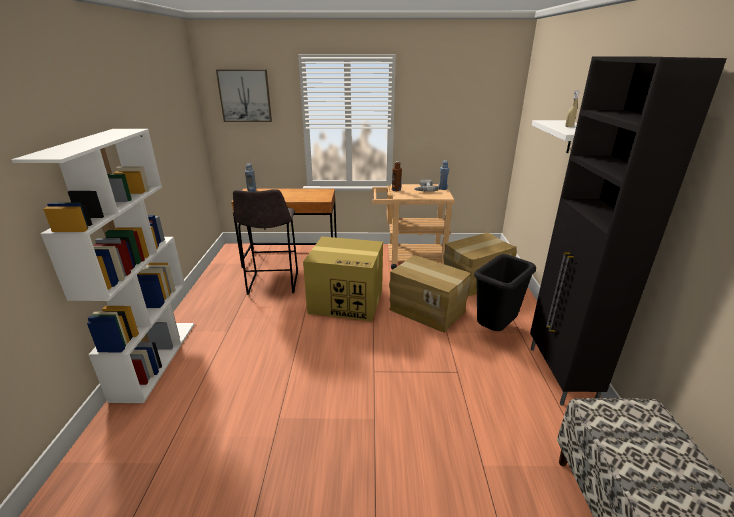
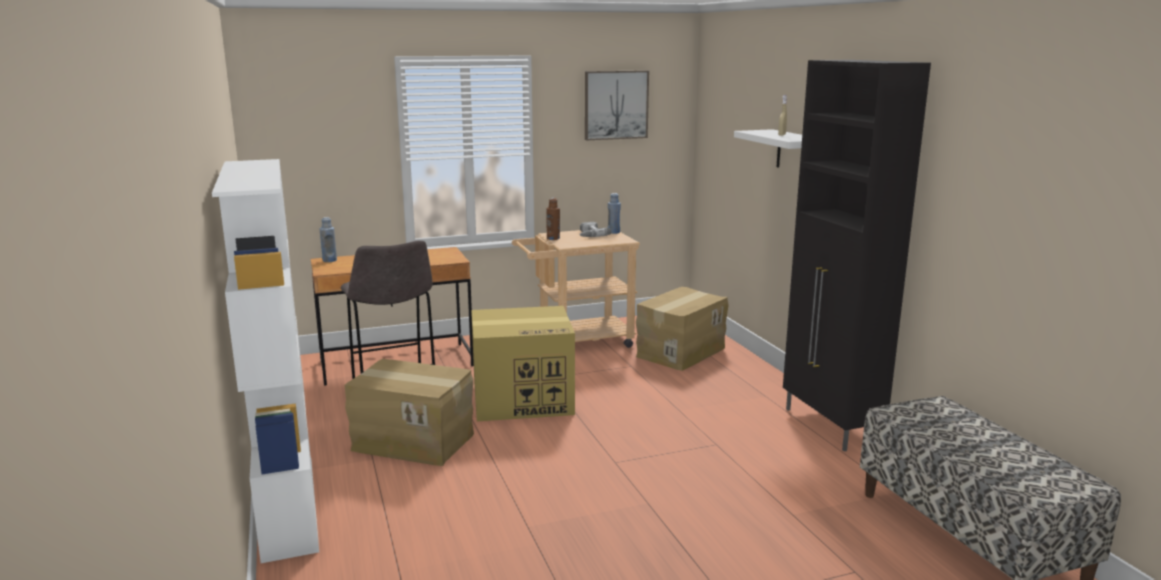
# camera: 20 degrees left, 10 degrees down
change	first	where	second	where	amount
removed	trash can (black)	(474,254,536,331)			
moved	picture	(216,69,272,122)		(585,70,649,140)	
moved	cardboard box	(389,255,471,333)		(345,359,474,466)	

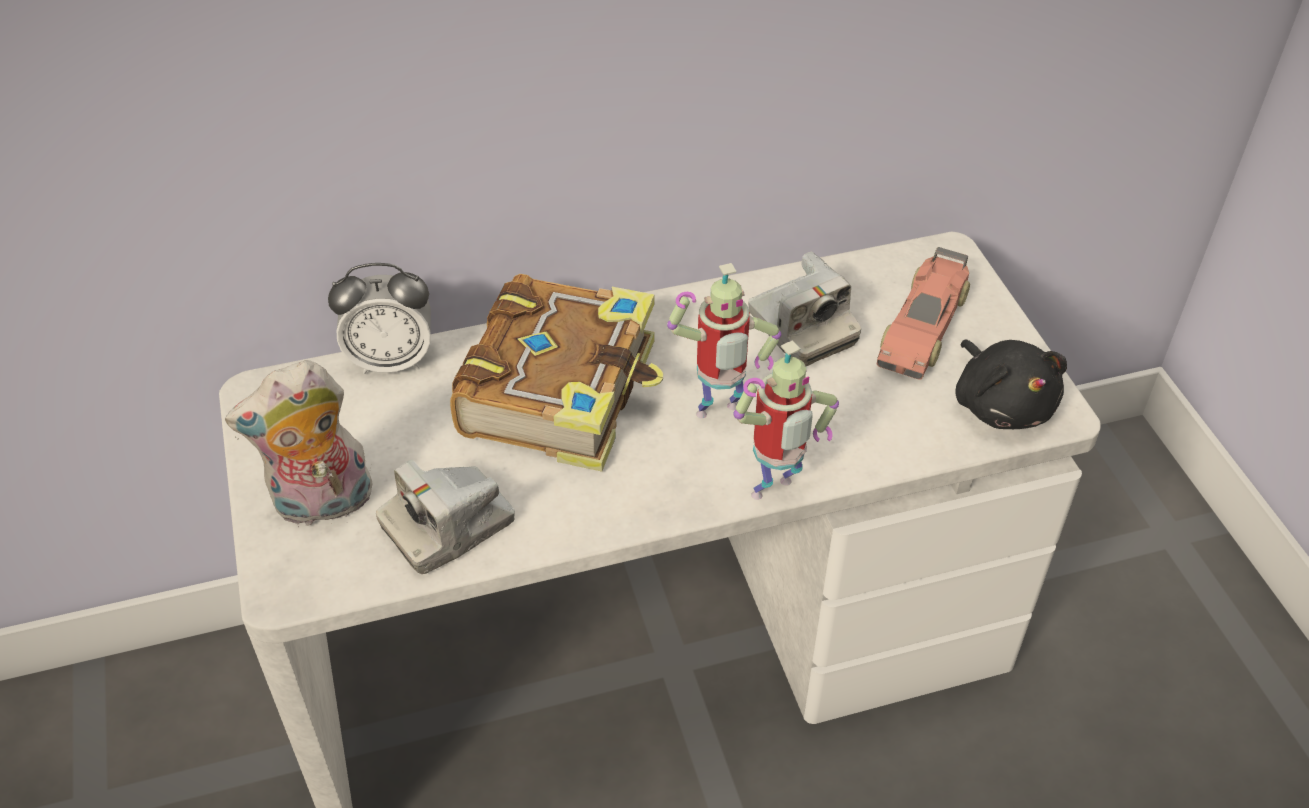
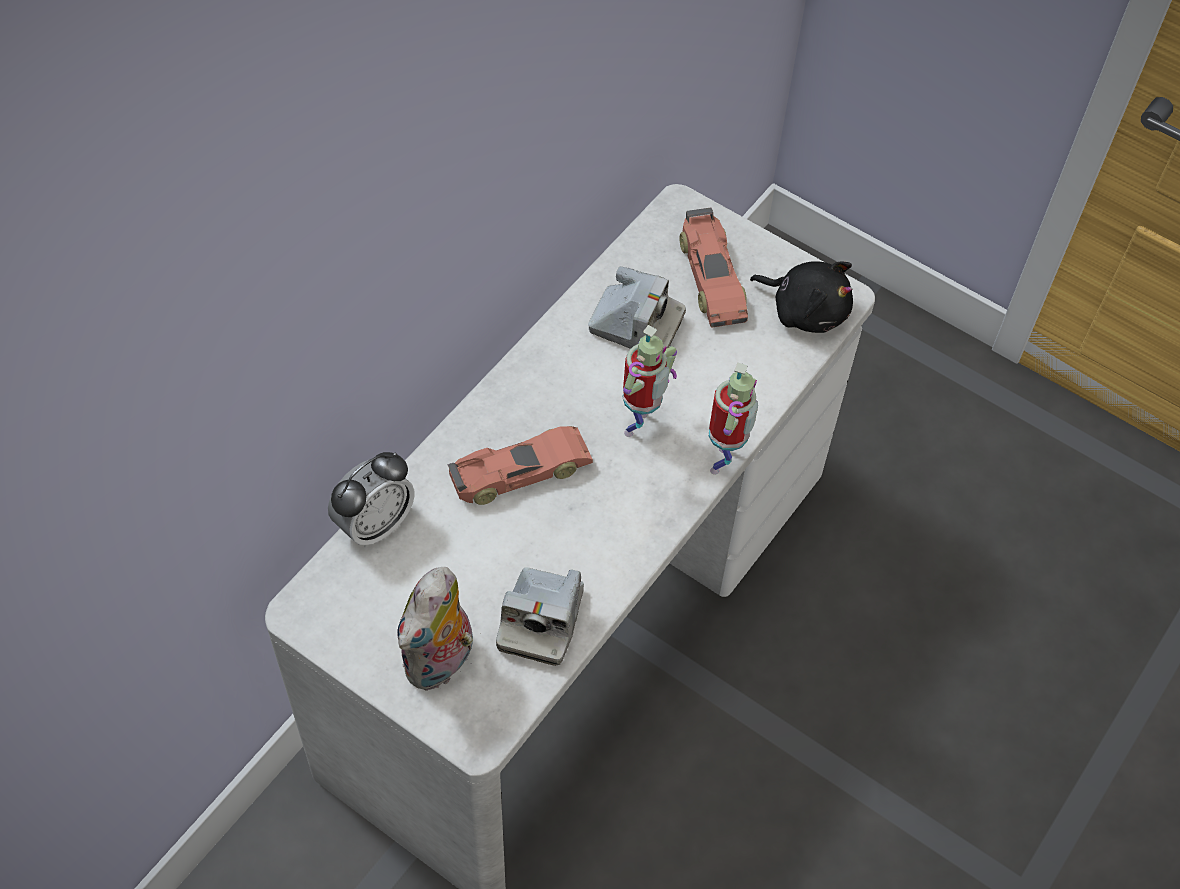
# camera: 40 degrees left, 10 degrees up
change	first	where	second	where	amount
replaced	book	(450,274,663,472)	toy car	(447,426,593,505)	

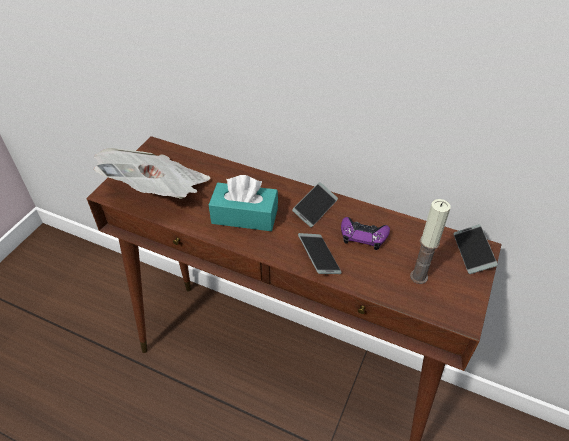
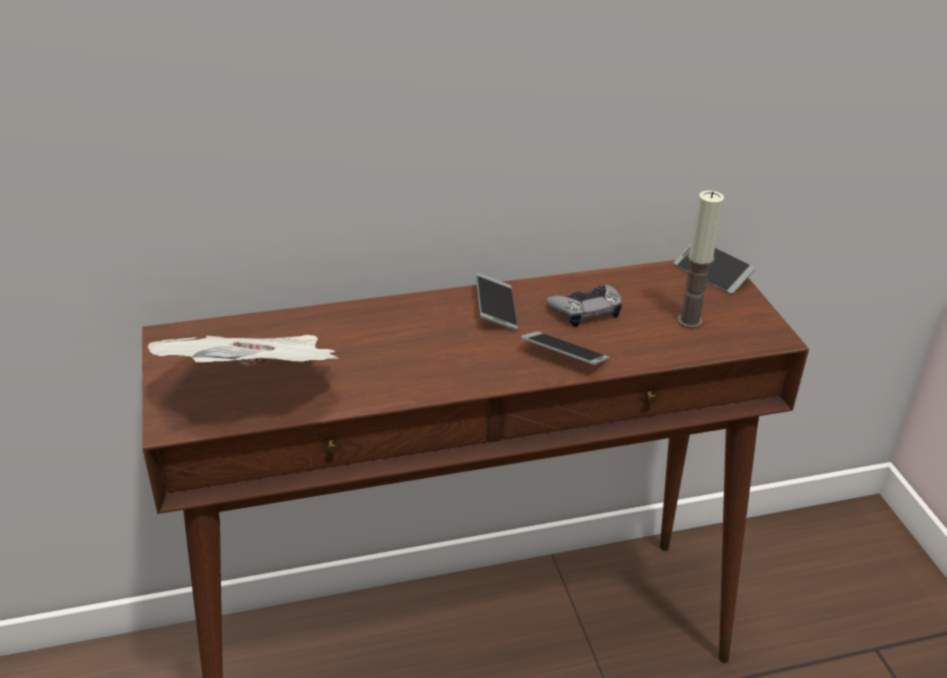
# camera: 40 degrees left, 10 degrees down
change	first	where	second	where	amount
removed	tissue box (turquoise)	(209,175,278,231)			
recoloured	game controller (purple)	(341,217,390,250)	game controller (grey)	(547,285,622,327)	

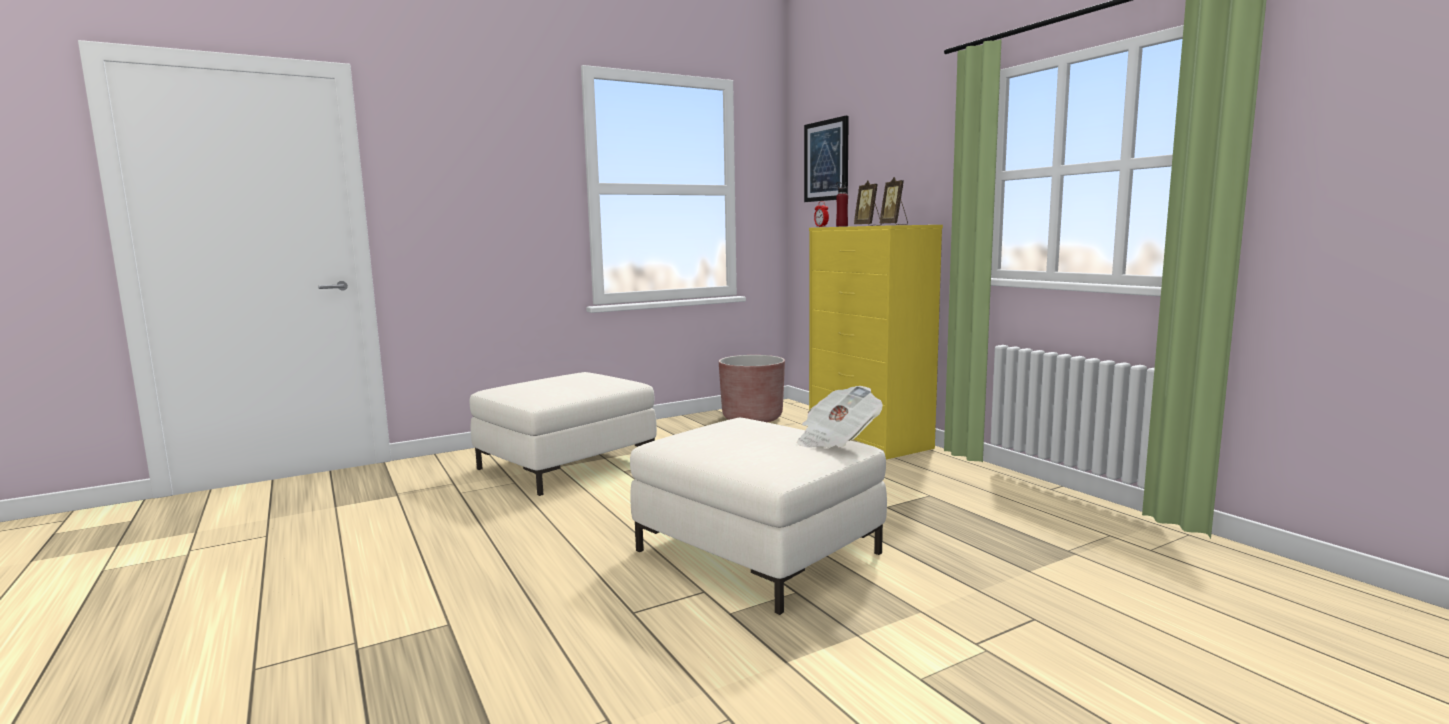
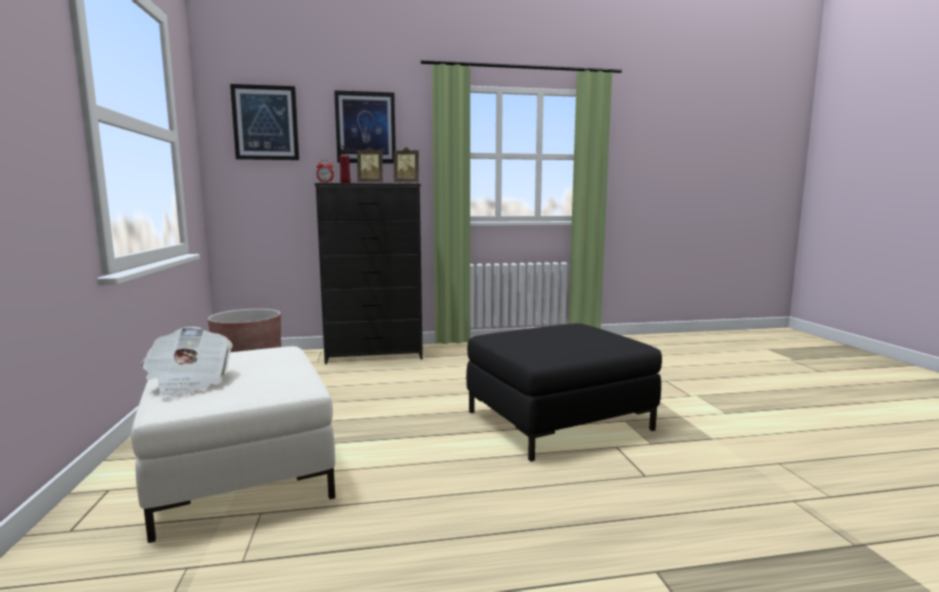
# camera: 70 degrees left, 0 degrees up
change	first	where	second	where	amount
added			picture	(334,90,396,164)	
moved	newspaper	(797,386,883,448)		(141,327,233,398)	
recoloured	ottoman (white)	(630,418,887,615)	ottoman (black)	(466,323,662,462)	
recoloured	dresser (yellow)	(809,225,943,460)	dresser (black)	(315,183,423,364)	

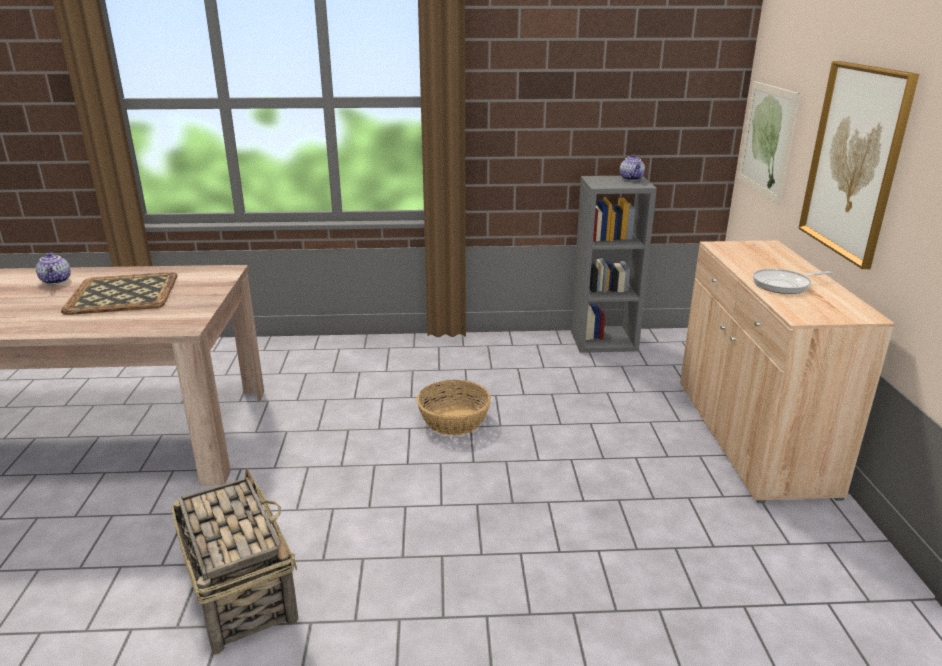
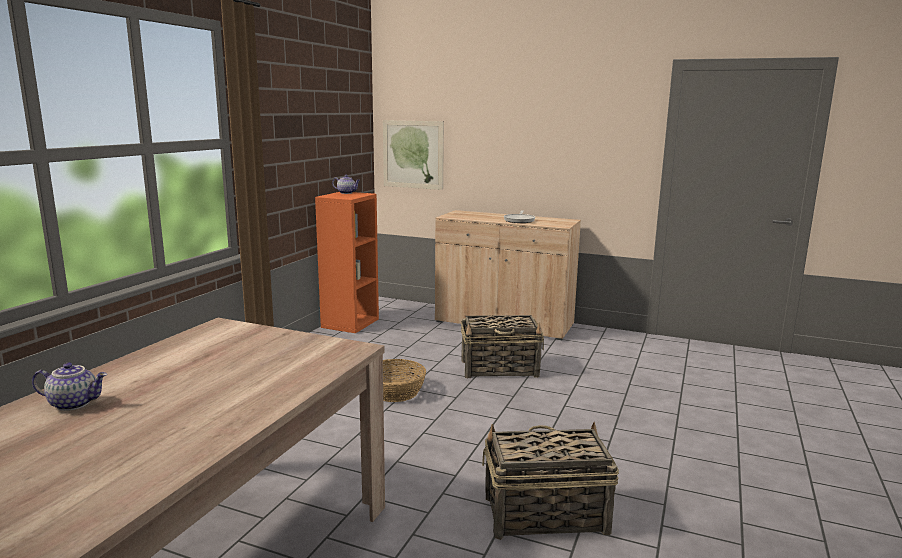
# camera: 65 degrees left, 10 degrees down
change	first	where	second	where	amount
removed	tray	(61,272,177,315)			
removed	picture	(798,61,919,269)			
added			basket	(461,315,544,378)	
recoloured	bookcase (grey)	(571,176,657,353)	bookcase (orange)	(315,192,379,333)	

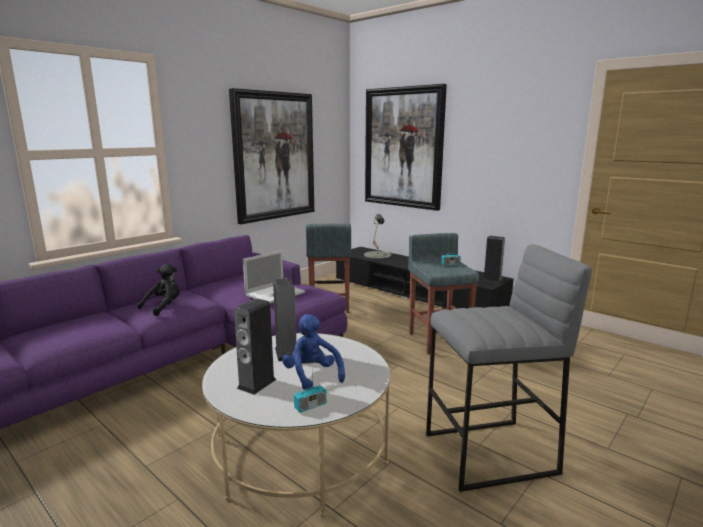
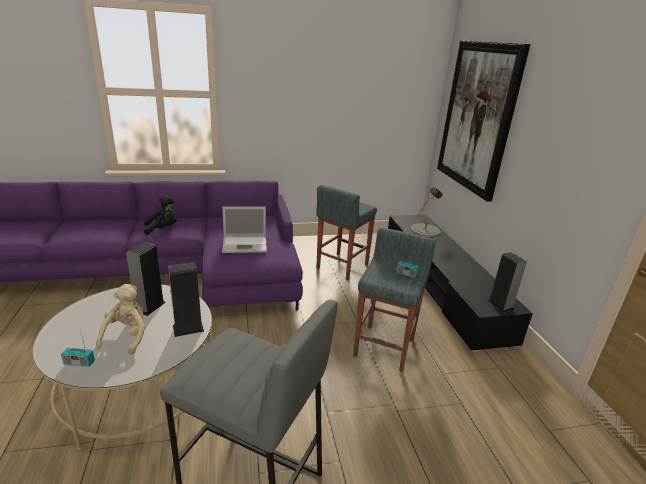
# camera: 35 degrees right, 10 degrees up
change	first	where	second	where	amount
removed	picture	(229,88,314,224)			
moved	speaker	(234,298,276,395)		(168,262,204,337)	
recoloured	plush toy (blue)	(282,314,345,390)	plush toy (beige)	(96,284,145,355)	

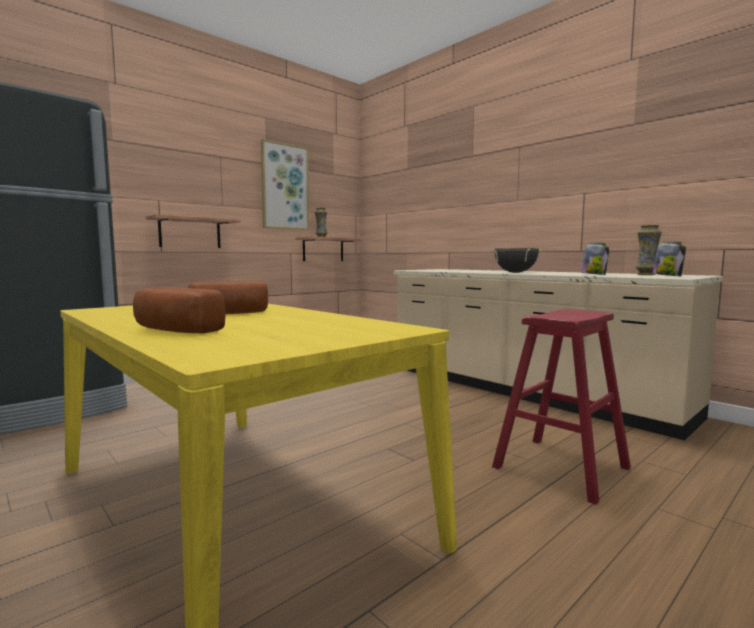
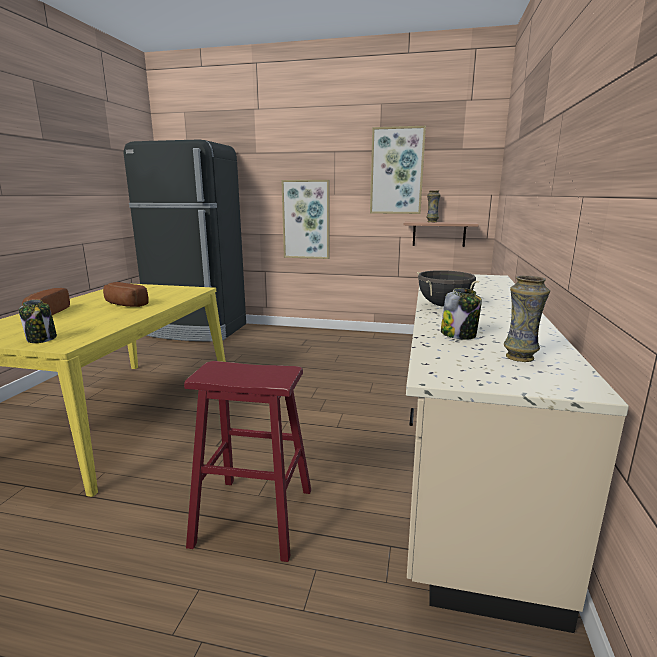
# camera: 55 degrees right, 10 degrees up
change	first	where	second	where	amount
moved	jar	(653,241,686,276)		(19,300,57,343)	
replaced	shelf	(146,214,241,248)	picture	(281,180,330,259)	

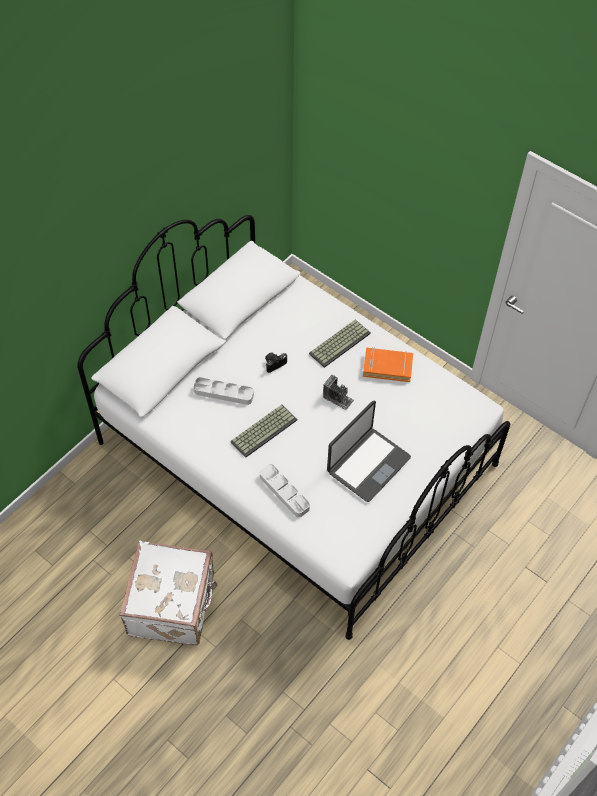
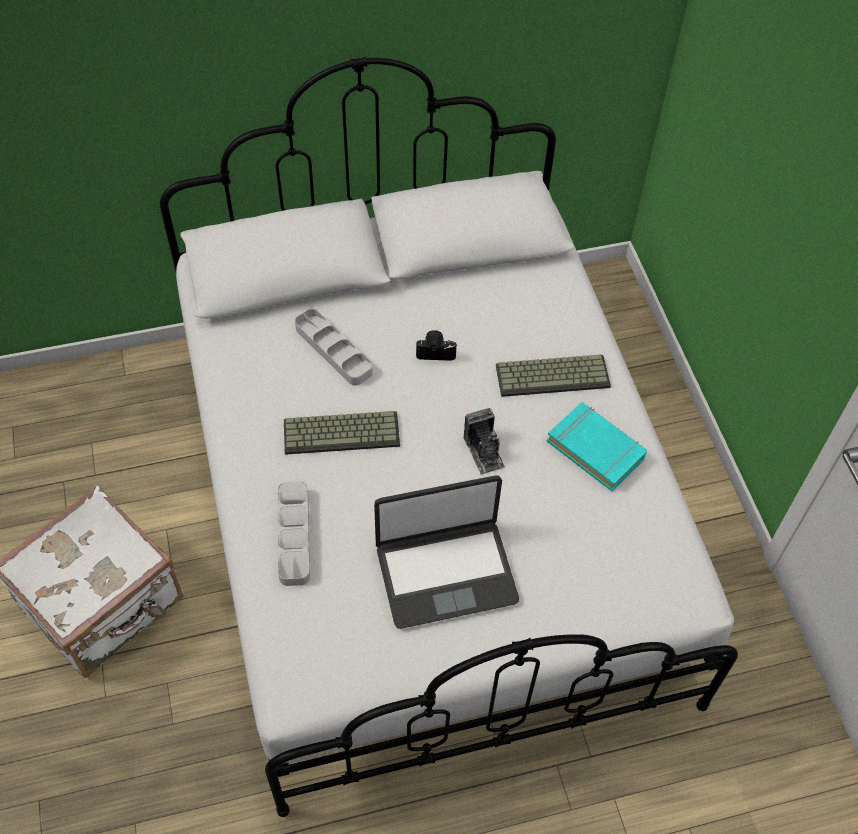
# camera: 35 degrees right, 0 degrees up
change	first	where	second	where	amount
recoloured	book (orange)	(363,347,413,382)	book (turquoise)	(547,402,647,492)	

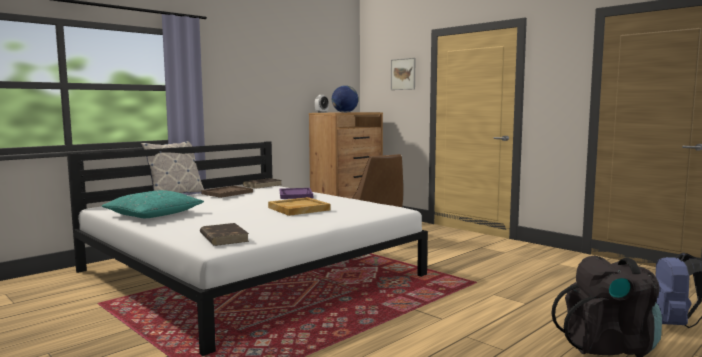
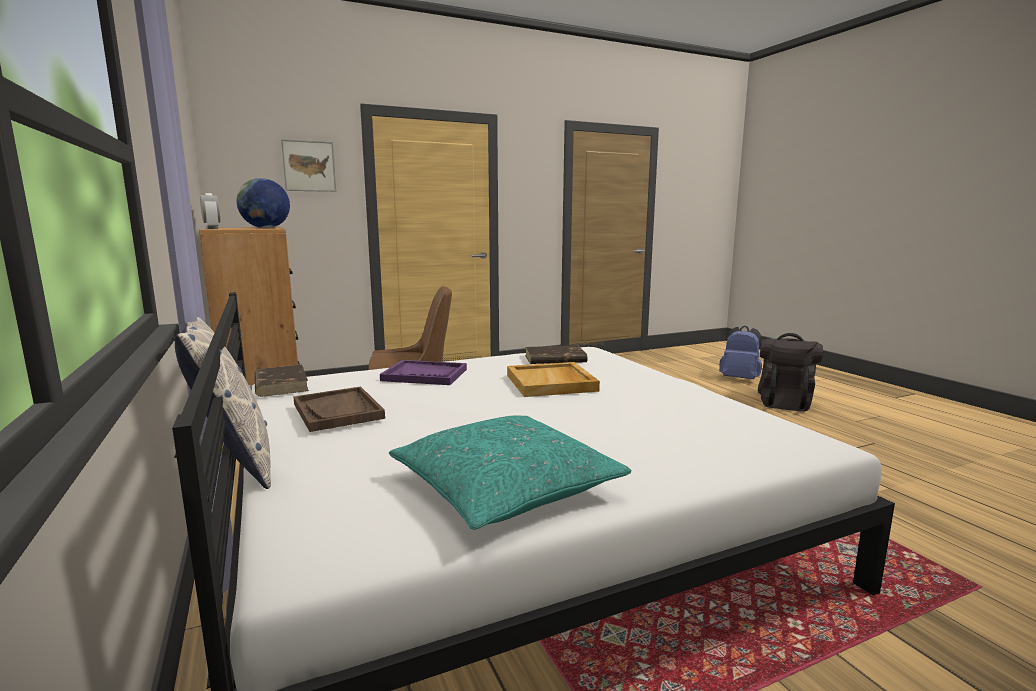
# camera: 70 degrees left, 5 degrees up
change	first	where	second	where	amount
moved	book (brown)	(200,223,249,246)		(525,345,588,364)	

